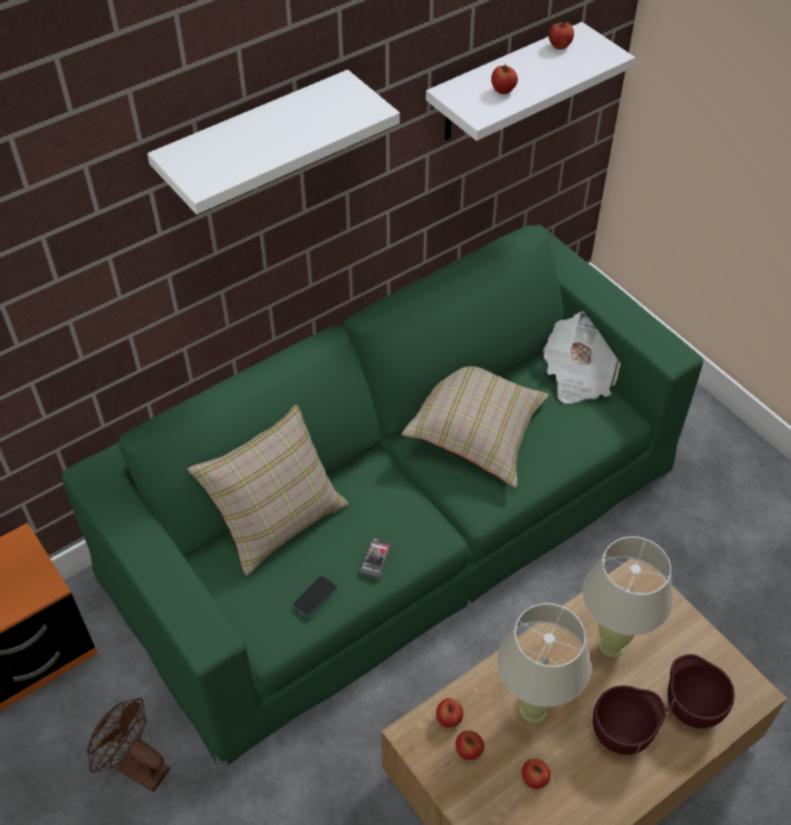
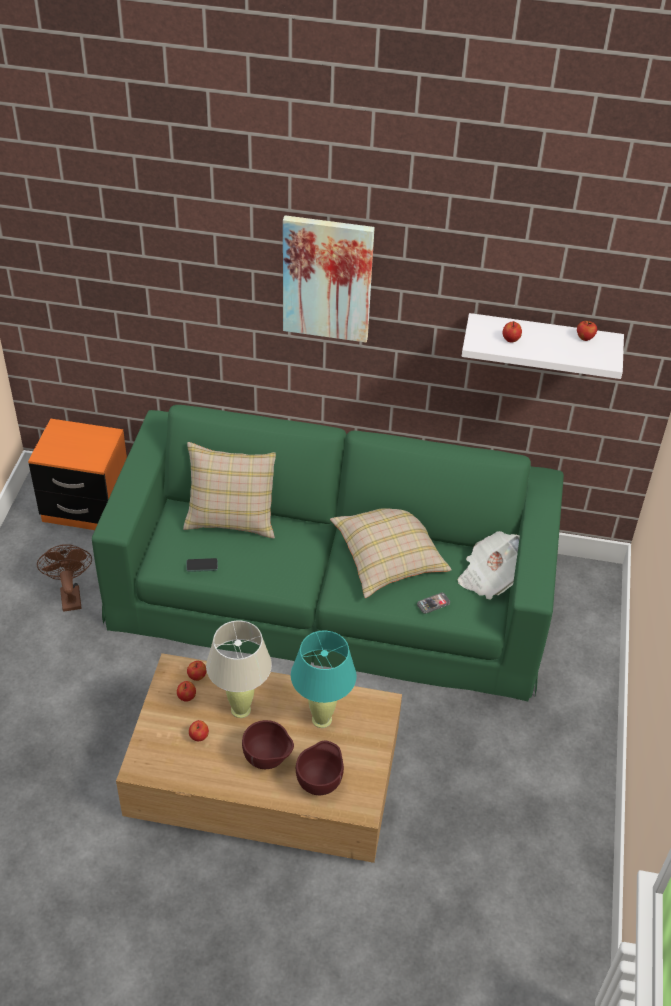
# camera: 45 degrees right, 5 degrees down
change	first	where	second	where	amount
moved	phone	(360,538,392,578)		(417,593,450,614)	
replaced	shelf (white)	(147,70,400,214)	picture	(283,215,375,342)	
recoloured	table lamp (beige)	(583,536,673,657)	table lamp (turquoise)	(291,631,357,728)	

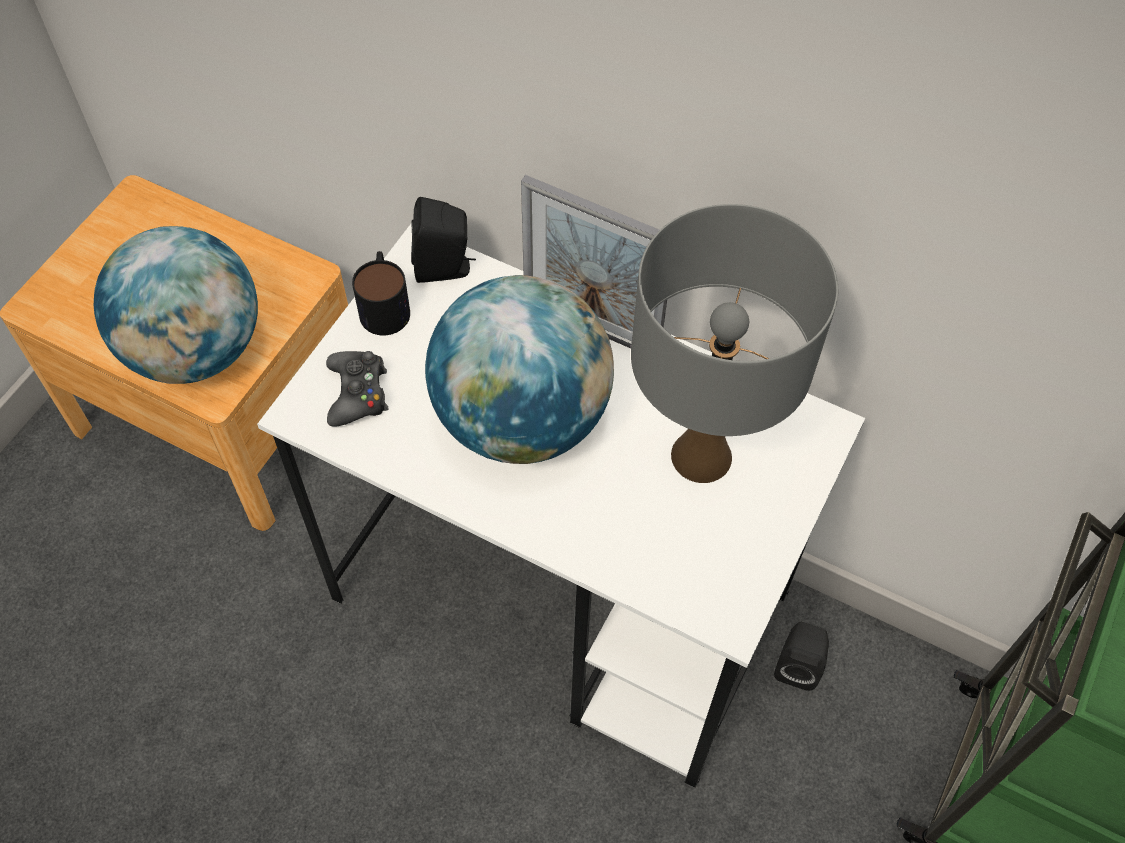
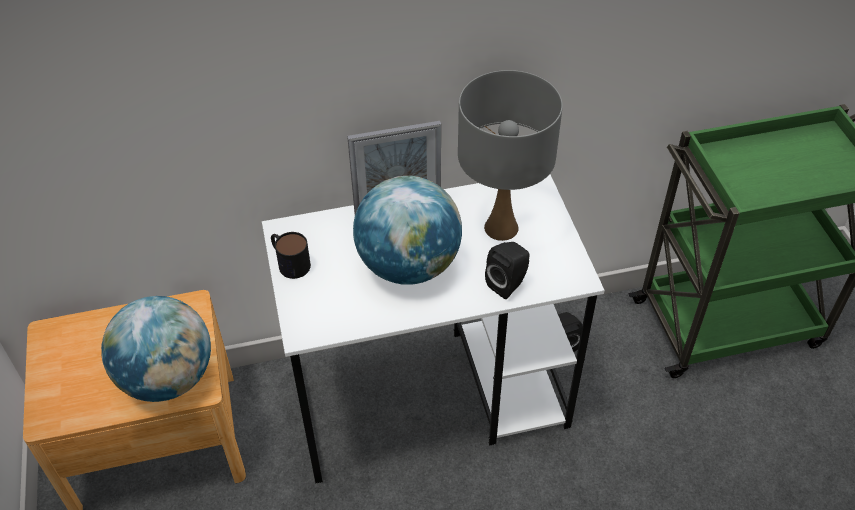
# camera: 40 degrees left, 10 degrees down
change	first	where	second	where	amount
removed	game controller (black)	(326,351,388,426)			
moved	speaker (black)	(411,197,476,283)		(485,242,529,299)	

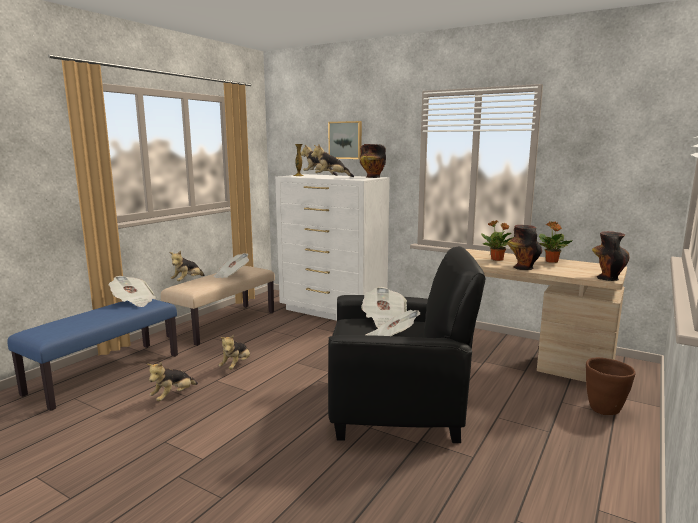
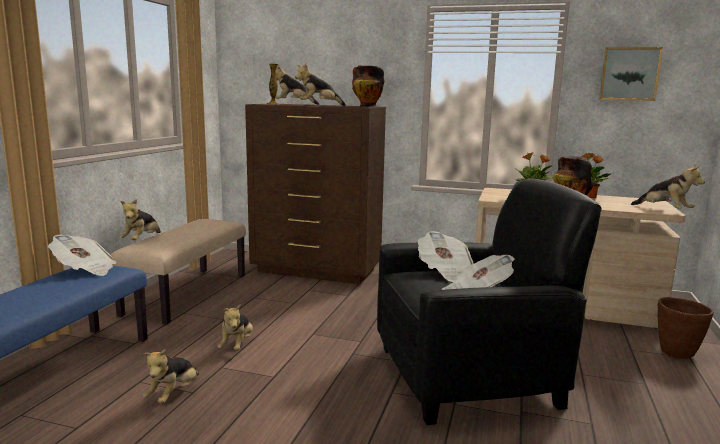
# camera: 15 degrees left, 0 degrees up
change	first	where	second	where	amount
removed	newspaper	(213,253,249,278)			
moved	picture	(328,121,362,159)		(599,47,663,101)	
replaced	vase	(592,231,629,281)	plush toy	(631,164,705,209)	
recoloured	dresser (white)	(275,174,390,321)	dresser (brown)	(245,104,386,284)	

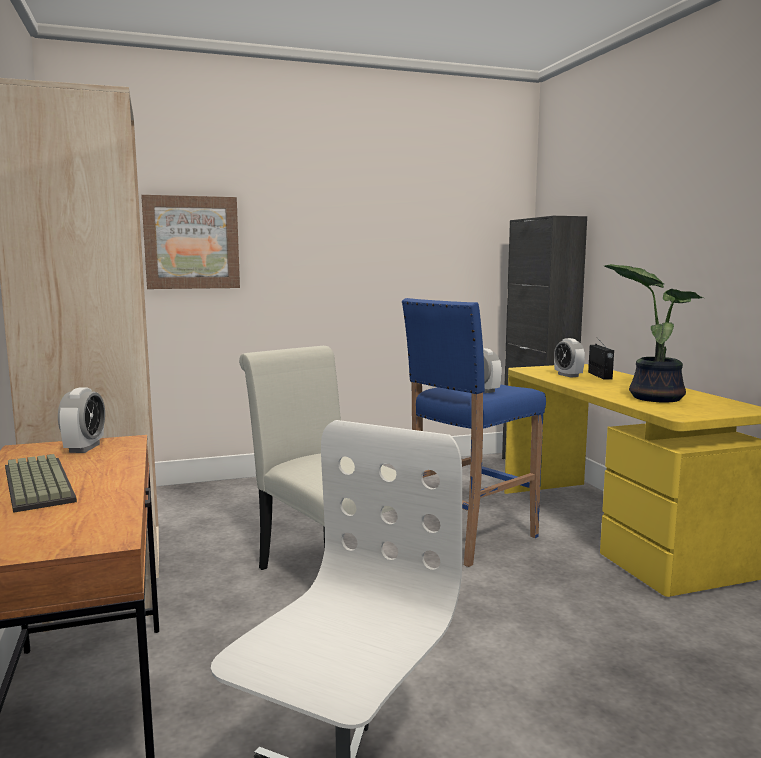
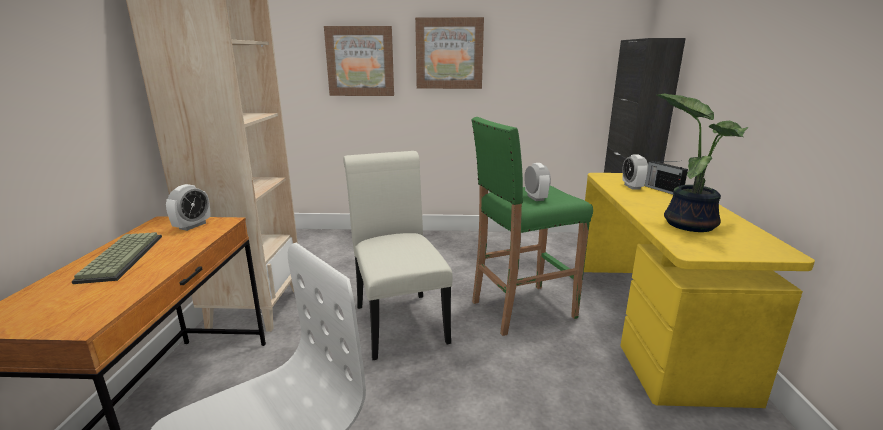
# camera: 20 degrees right, 10 degrees up
change	first	where	second	where	amount
added			picture	(415,17,484,89)	
recoloured	stool (blue)	(402,298,546,567)	stool (green)	(471,117,593,336)	
turned	radio	(588,339,614,380)		(645,161,688,194)	135 degrees clockwise

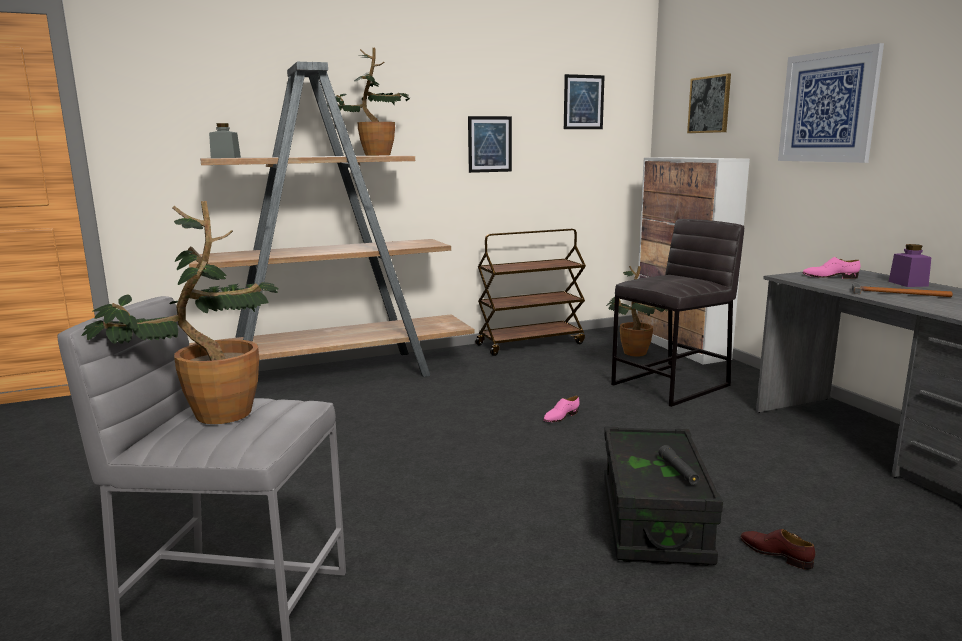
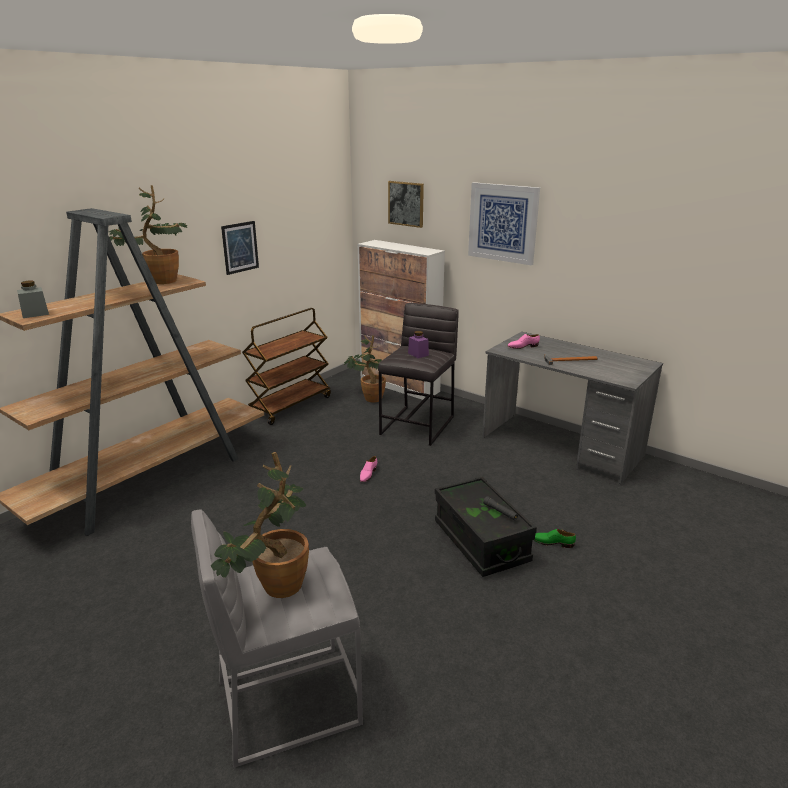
# camera: 30 degrees left, 10 degrees up
change	first	where	second	where	amount
removed	picture	(564,74,605,129)			
moved	jar (purple)	(889,244,932,287)		(408,331,429,358)	
recoloured	shoe (brown)	(740,529,815,570)	shoe (green)	(534,529,576,548)	

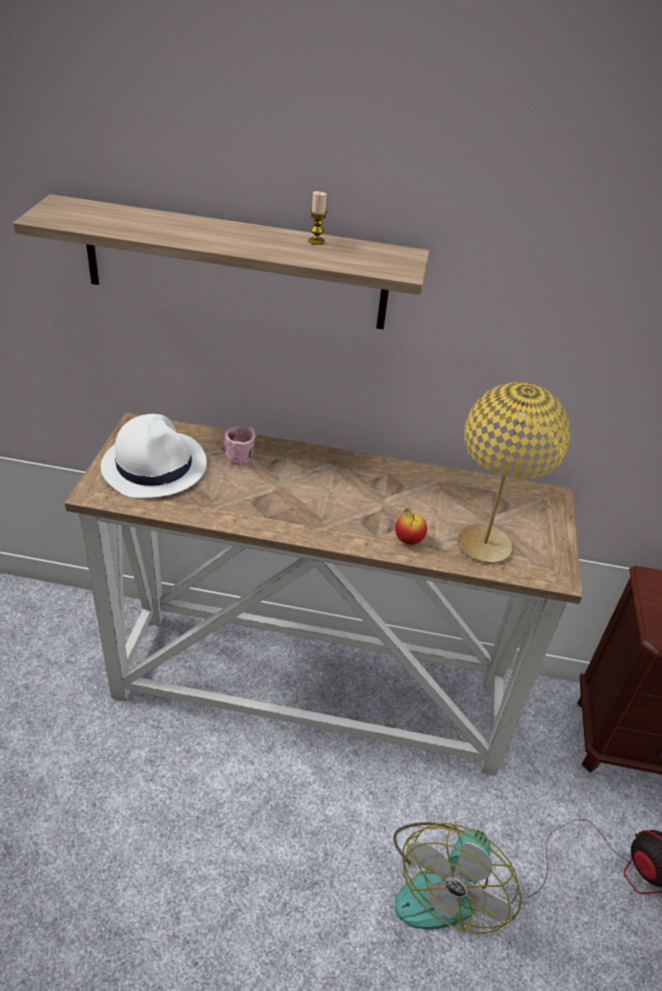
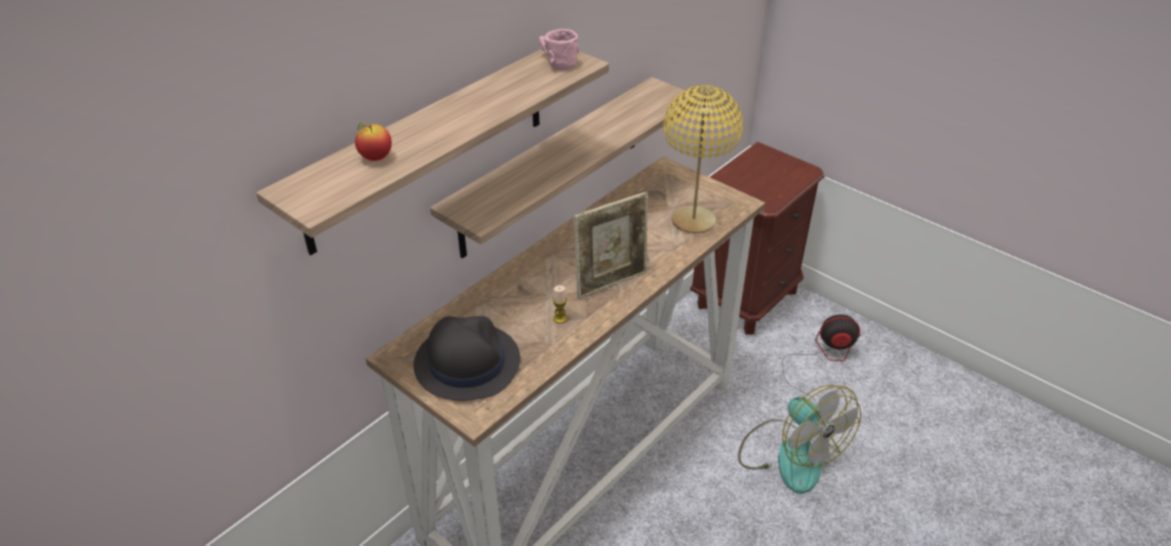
# camera: 55 degrees left, 0 degrees up
change	first	where	second	where	amount
added			shelf	(430,77,700,258)	
added			picture frame	(574,192,648,299)	
moved	mug (pink)	(221,426,255,466)		(538,29,579,70)	
moved	candle	(308,191,327,245)		(553,285,567,323)	
moved	apple	(395,509,427,545)		(355,123,392,161)	
recoloured	hat (white)	(101,414,207,498)	hat (black)	(413,316,520,401)	

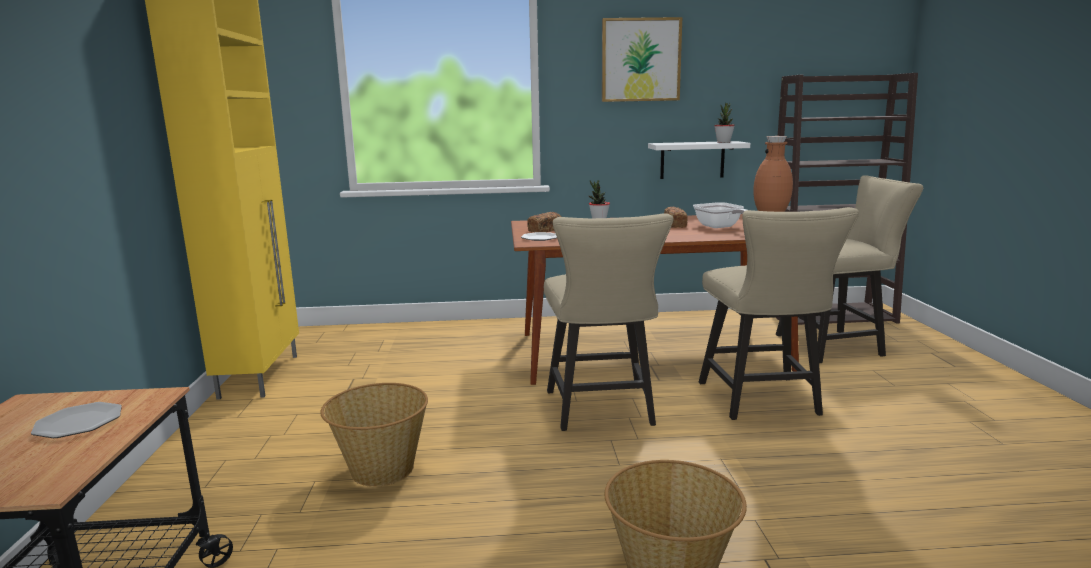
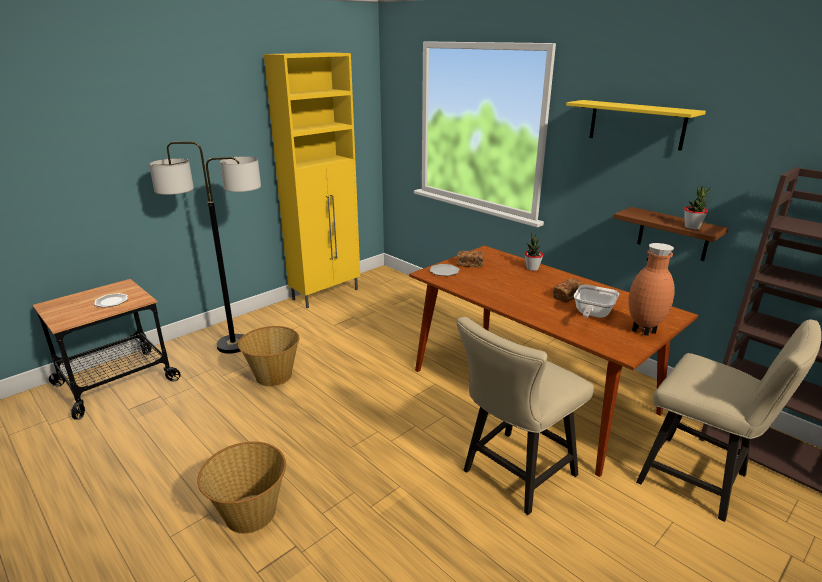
# camera: 50 degrees right, 10 degrees up
change	first	where	second	where	amount
removed	chair (beige)	(544,213,674,431)			
added			floor lamp	(149,142,261,354)	
replaced	picture	(602,17,682,102)	shelf (yellow)	(566,100,706,150)	
recoloured	shelf (white)	(648,141,750,179)	shelf (brown)	(614,207,729,261)	

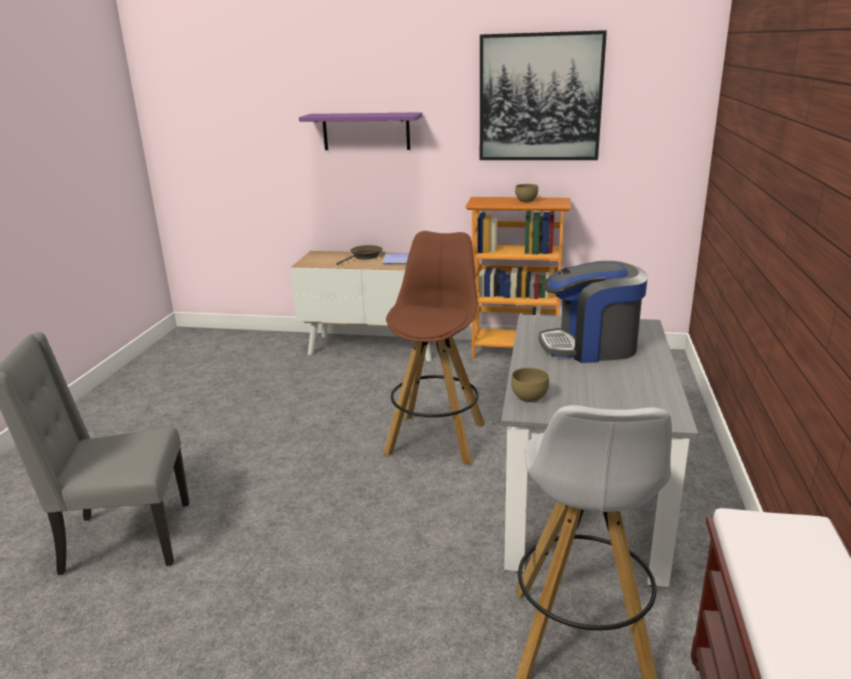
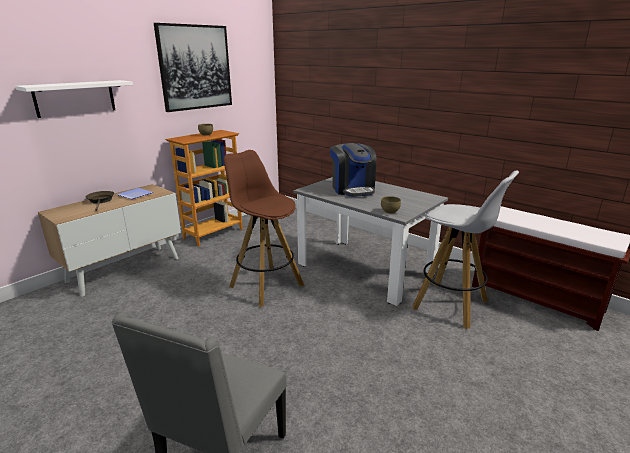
# camera: 60 degrees left, 0 degrees up
change	first	where	second	where	amount
recoloured	shelf (purple)	(299,112,422,150)	shelf (white)	(15,80,133,118)	
turned	coffee machine	(539,261,648,363)		(330,143,376,197)	45 degrees counterclockwise

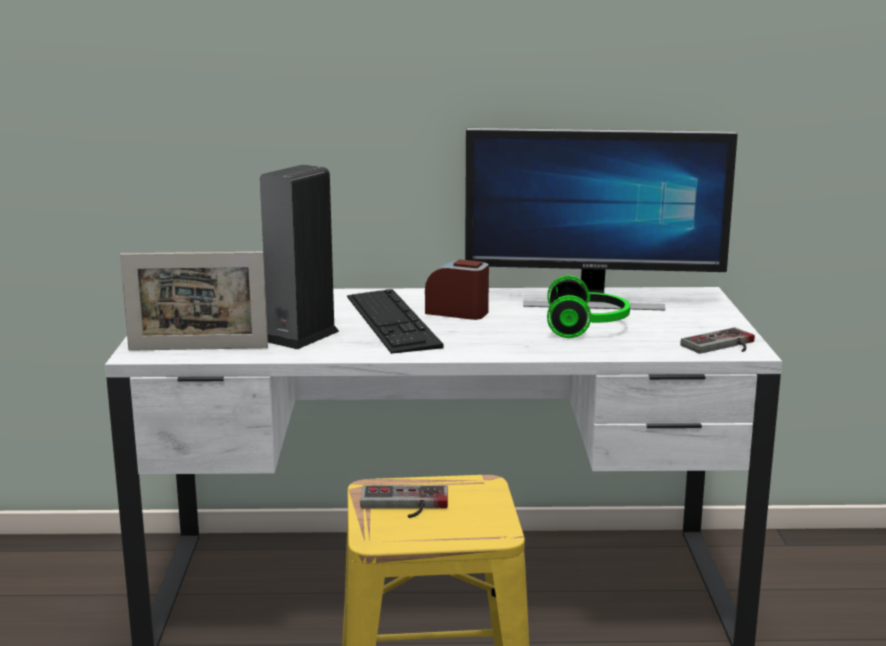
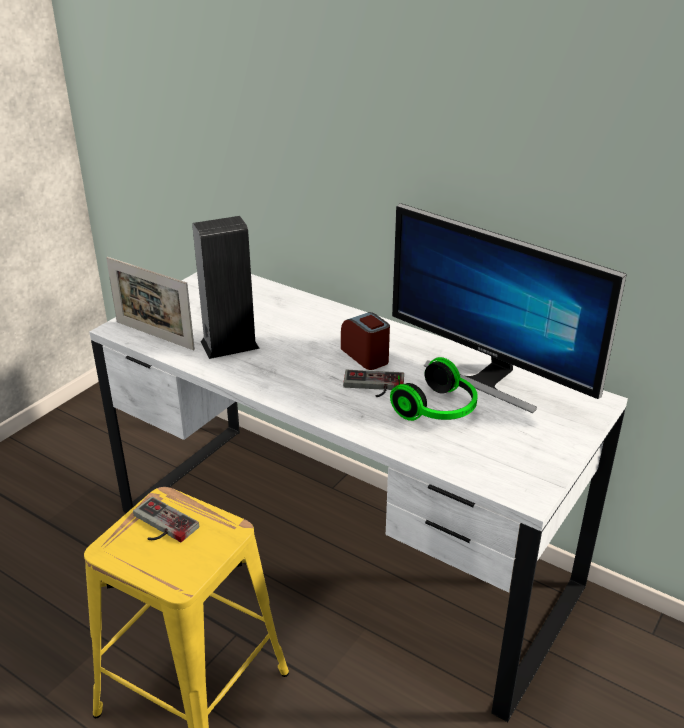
# camera: 35 degrees right, 15 degrees up
change	first	where	second	where	amount
removed	keyboard	(347,289,443,354)			
moved	game controller	(680,327,755,354)		(343,370,404,397)	

